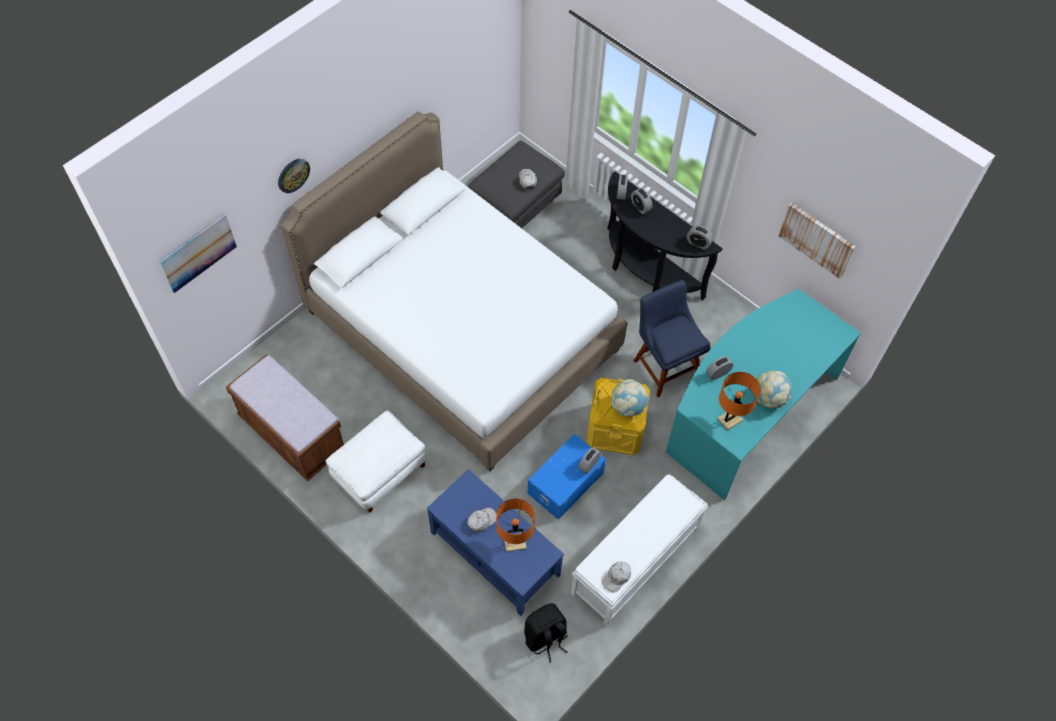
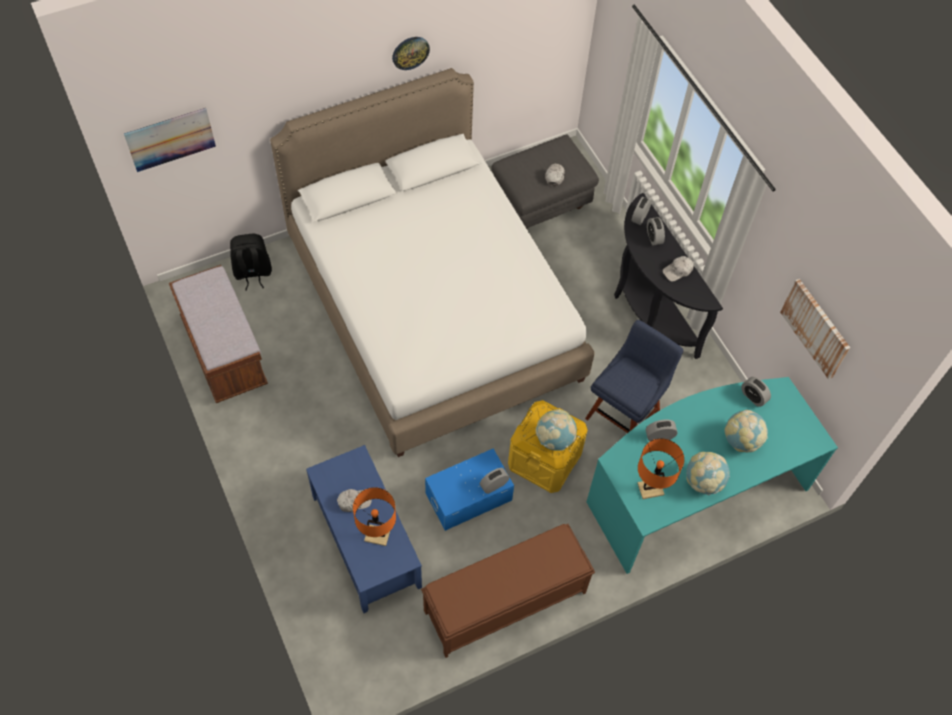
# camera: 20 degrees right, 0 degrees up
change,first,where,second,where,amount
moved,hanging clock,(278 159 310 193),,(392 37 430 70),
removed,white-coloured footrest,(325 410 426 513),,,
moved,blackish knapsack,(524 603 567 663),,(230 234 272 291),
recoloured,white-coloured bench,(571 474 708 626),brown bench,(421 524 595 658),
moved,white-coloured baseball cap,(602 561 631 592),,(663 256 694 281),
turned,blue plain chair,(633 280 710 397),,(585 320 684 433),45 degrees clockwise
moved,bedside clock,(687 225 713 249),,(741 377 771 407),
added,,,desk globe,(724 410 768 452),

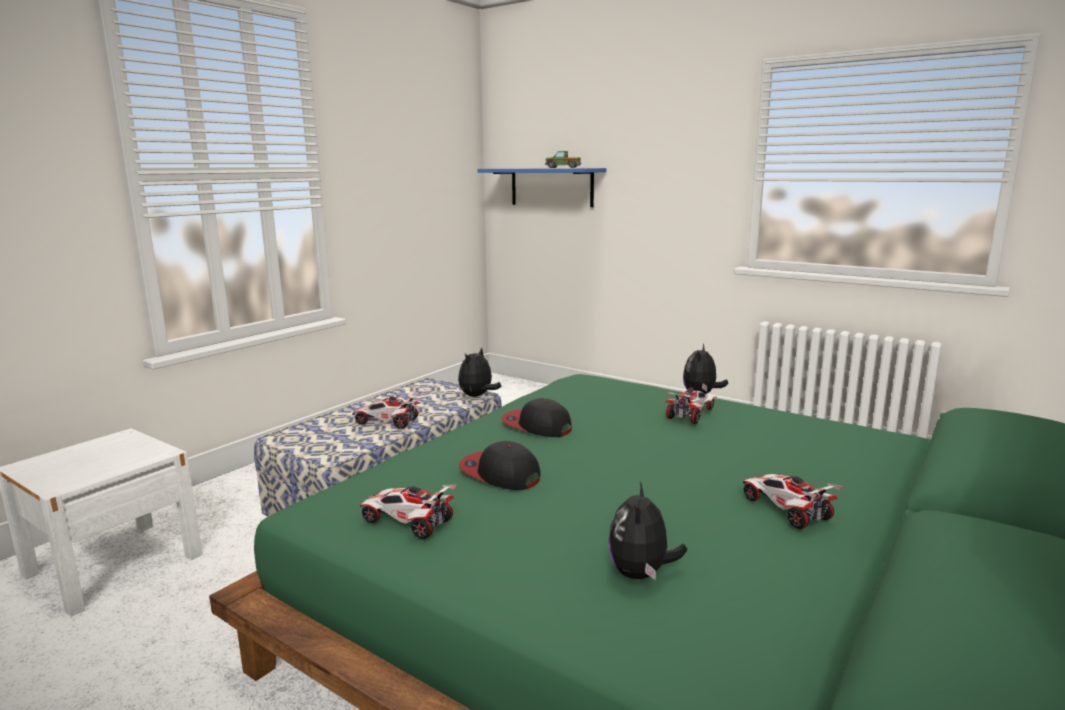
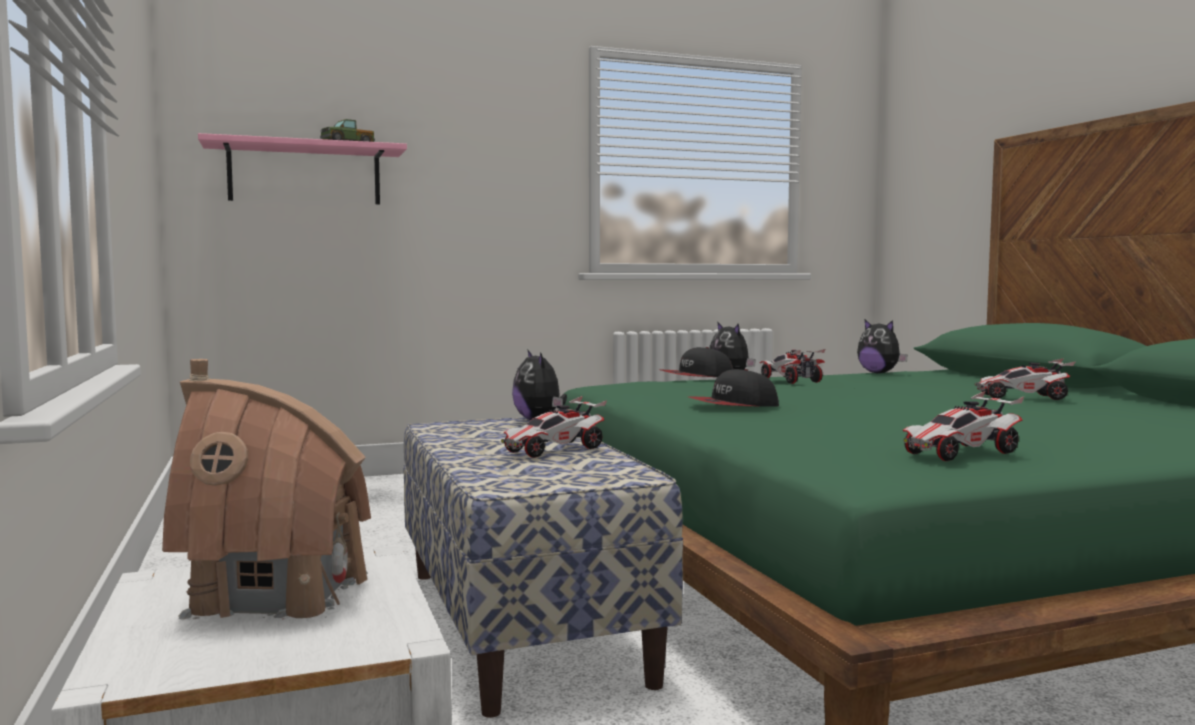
# camera: 55 degrees left, 10 degrees down
change,first,where,second,where,amount
moved,baseball cap,(459 441 541 490),,(661 347 733 377),
recoloured,blue wall shelf,(478 168 607 207),pinkish wall shelf,(198 133 407 205),
moved,plush toy,(608 482 687 580),,(857 320 907 374),
added,,,model house,(162 359 371 619),

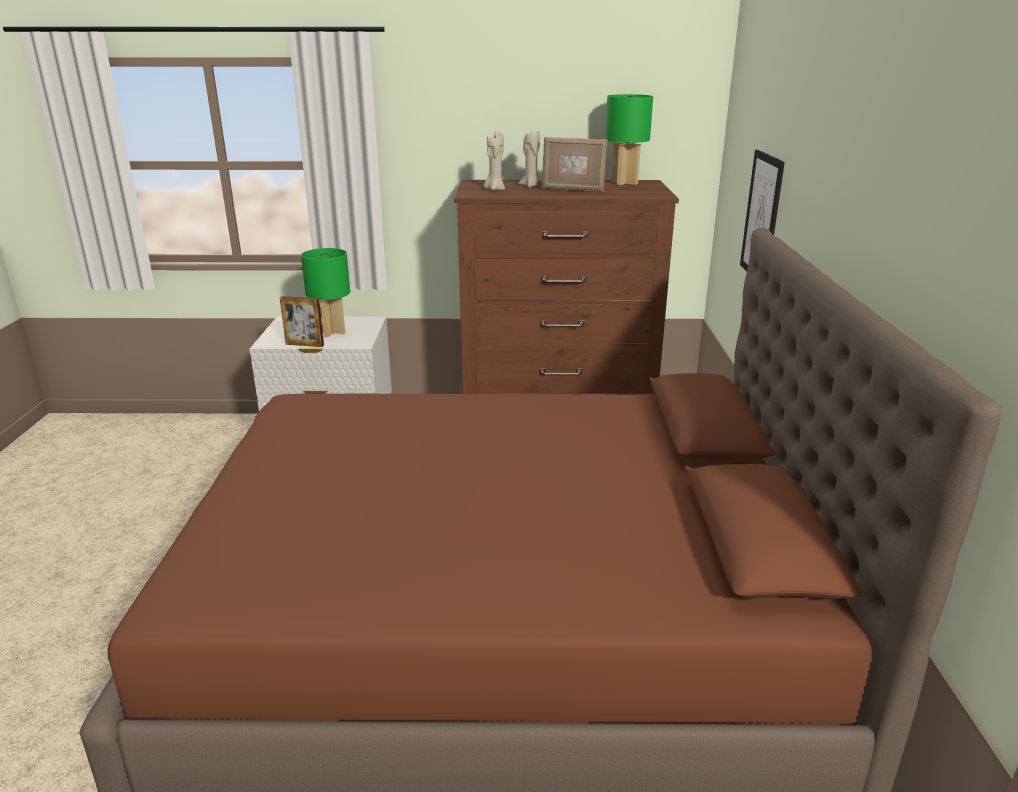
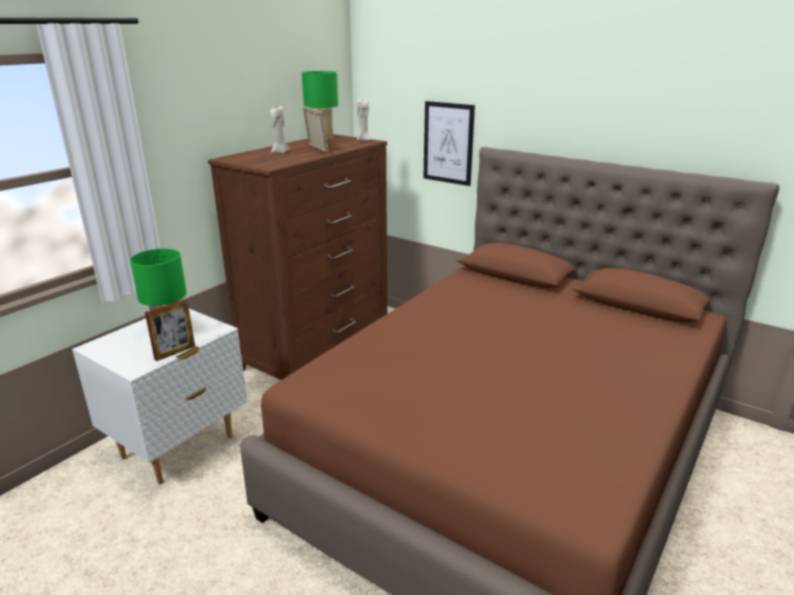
# camera: 55 degrees left, 0 degrees up
change,first,where,second,where,amount
moved,sand-coloured candle,(484 132 505 190),,(357 98 370 141),
turned,standing frame,(542 137 607 192),,(303 106 329 153),75 degrees counterclockwise

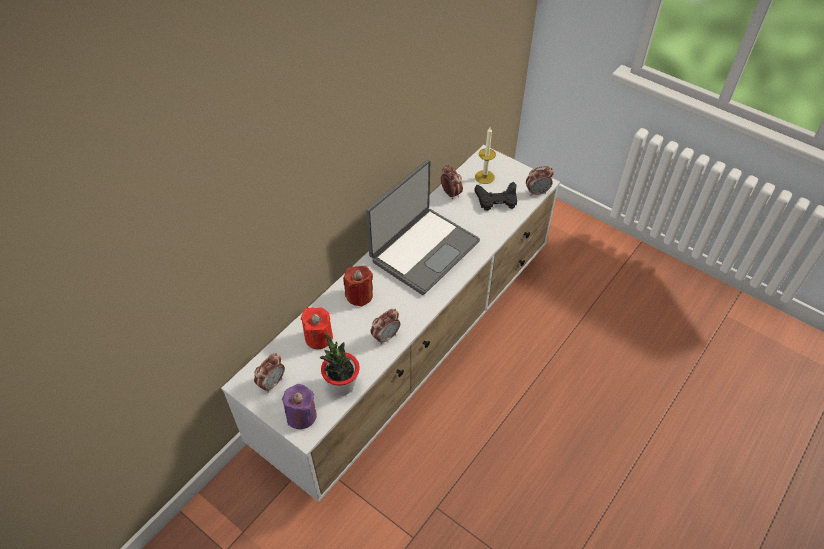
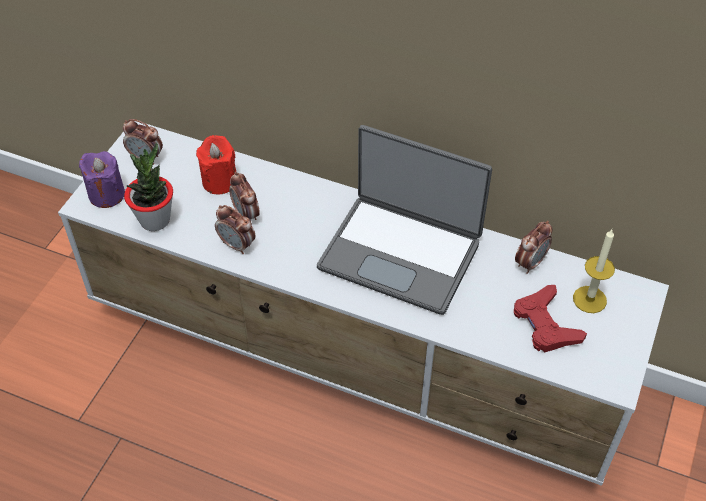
# camera: 75 degrees right, 0 degrees up
change,first,where,second,where,amount
removed,reddish candle,(343 265 373 307),,,
recoloured,blackish joypad,(474 182 517 211),reddish joypad,(514 285 587 352),
moved,bedside clock,(526 166 554 196),,(229 172 260 220),

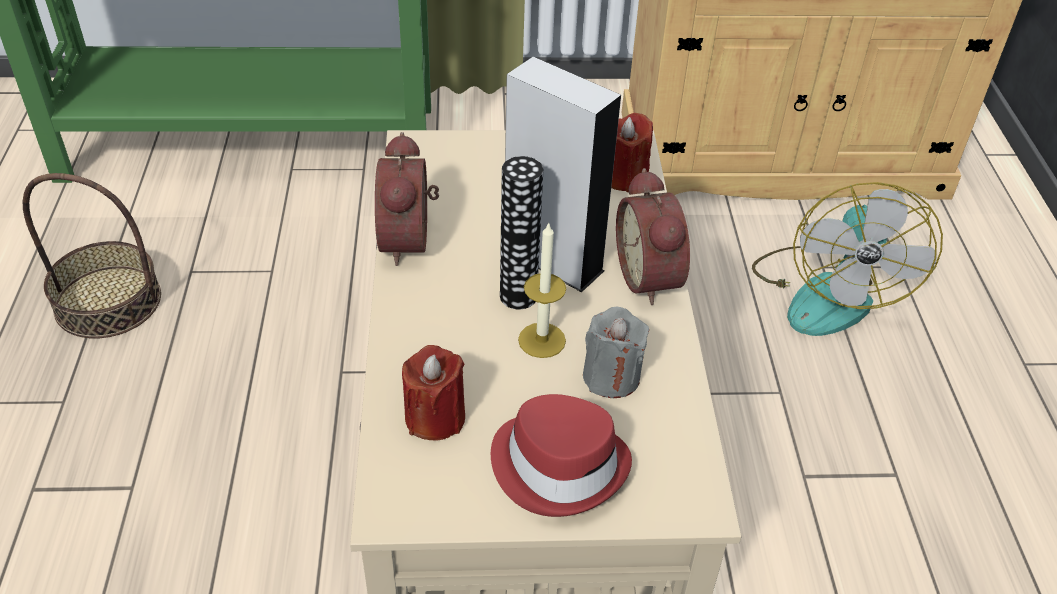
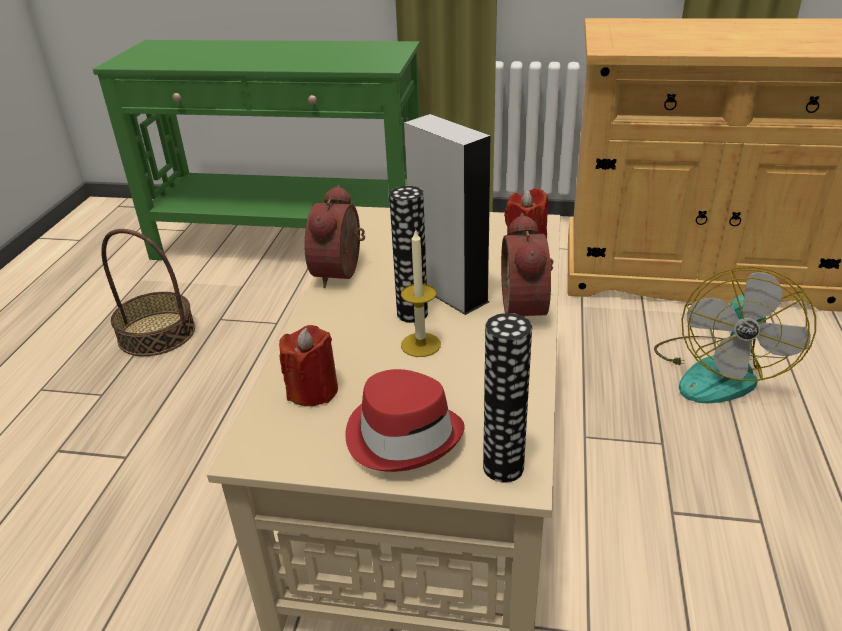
# camera: 15 degrees right, 10 degrees down
change,first,where,second,where,amount
removed,gray candle,(583 307 649 398),,,
added,,,decorative vase,(483 313 532 483),

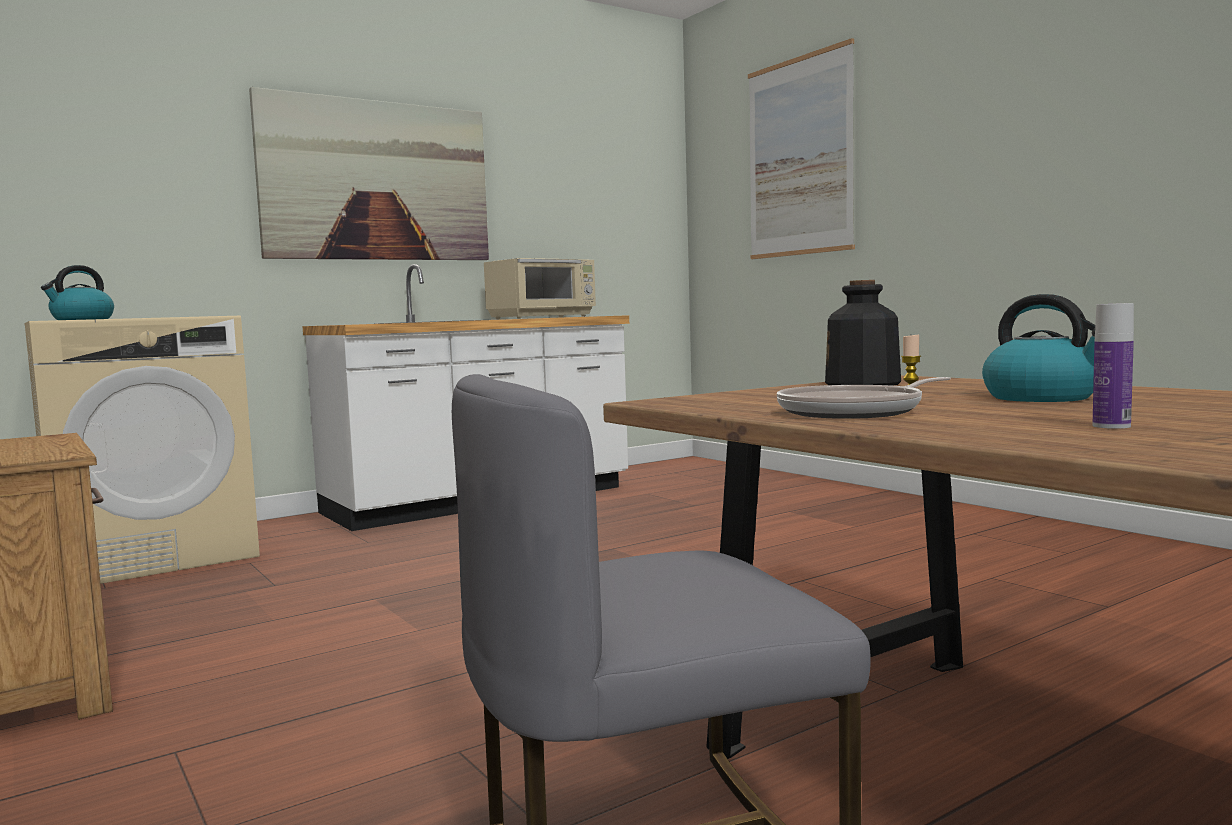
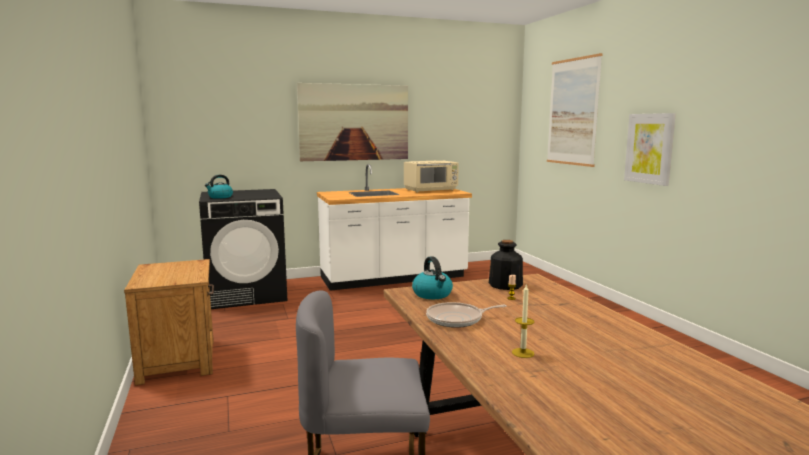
# camera: 15 degrees right, 5 degrees up
change,first,where,second,where,amount
recoloured,sand-coloured laundry appliance,(24 316 260 584),blackish laundry appliance,(199 189 287 309),
moved,tea kettle,(982 294 1095 402),,(412 256 453 299),
replaced,bottle,(1093 303 1134 429),candle,(512 285 535 358),
added,,,wall art,(624 113 676 186),

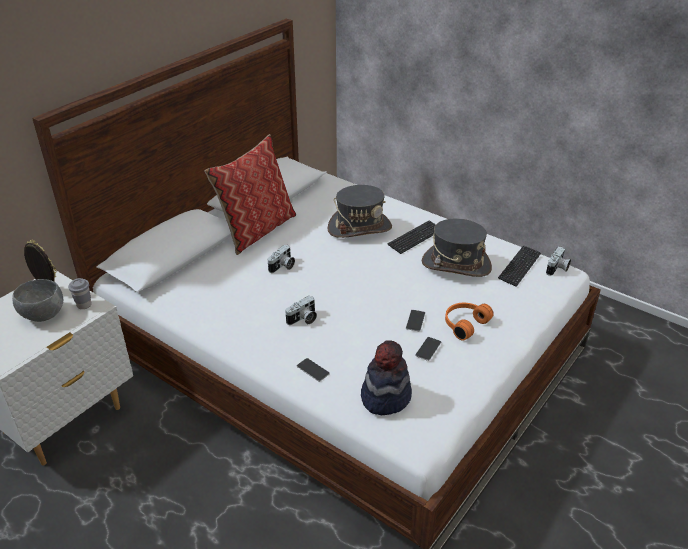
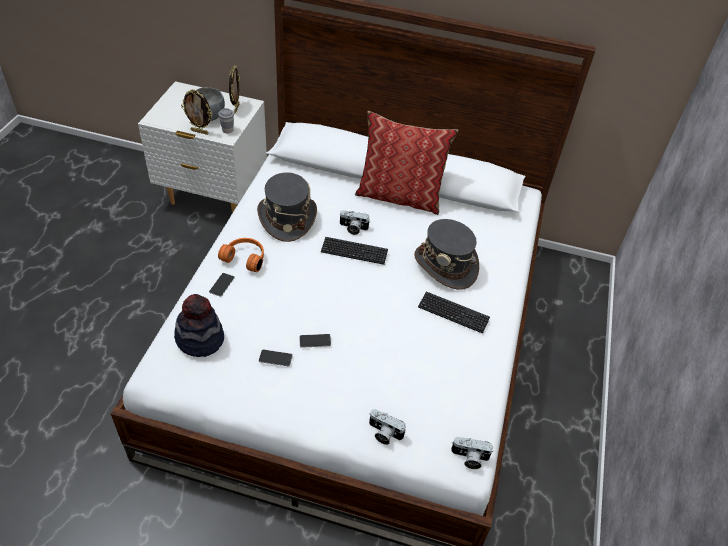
# camera: 65 degrees right, 10 degrees up
change,first,where,second,where,amount
moved,still camera,(285 296 317 325),,(369 409 406 445),
moved,gray clothing hat,(422 219 492 277),,(257 172 317 242),
moved,orange headphones,(445 303 494 340),,(218 238 264 272),
moved,PC keyboard,(498 246 541 287),,(321 237 388 265),
added,,,standing frame,(181 89 212 135),

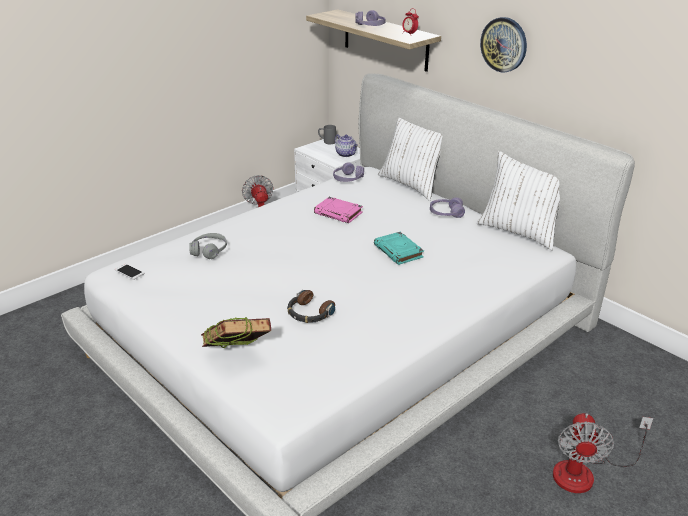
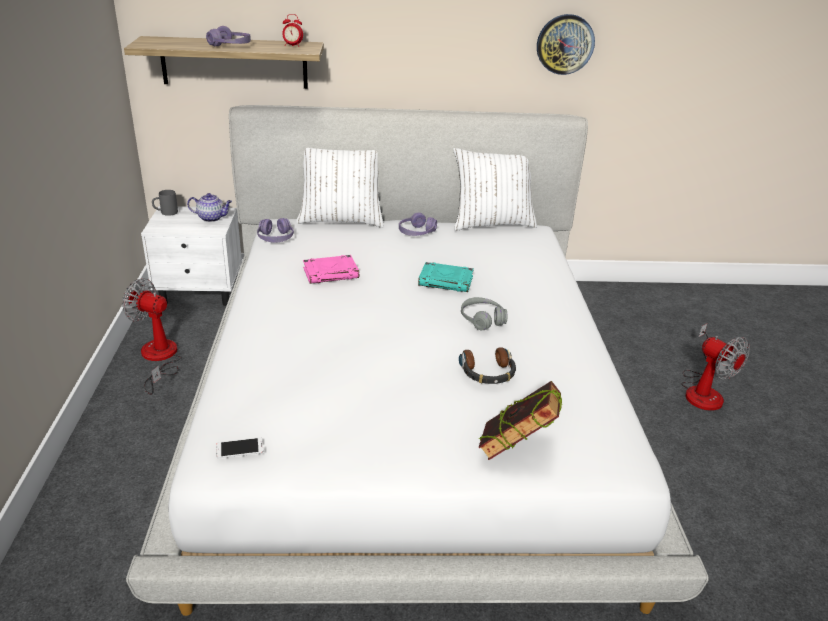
# camera: 50 degrees left, 0 degrees up
change,first,where,second,where,amount
moved,gray headphones,(189 233 227 259),,(461 297 507 330),
moved,hanging clock,(480 17 527 72),,(537 14 595 75),

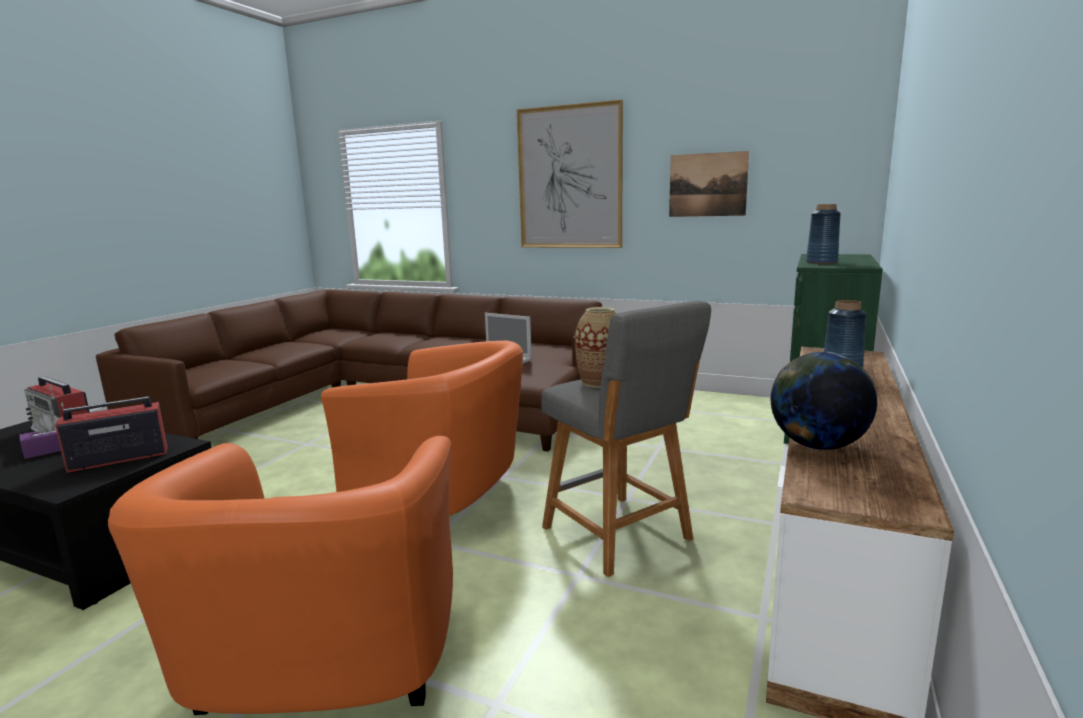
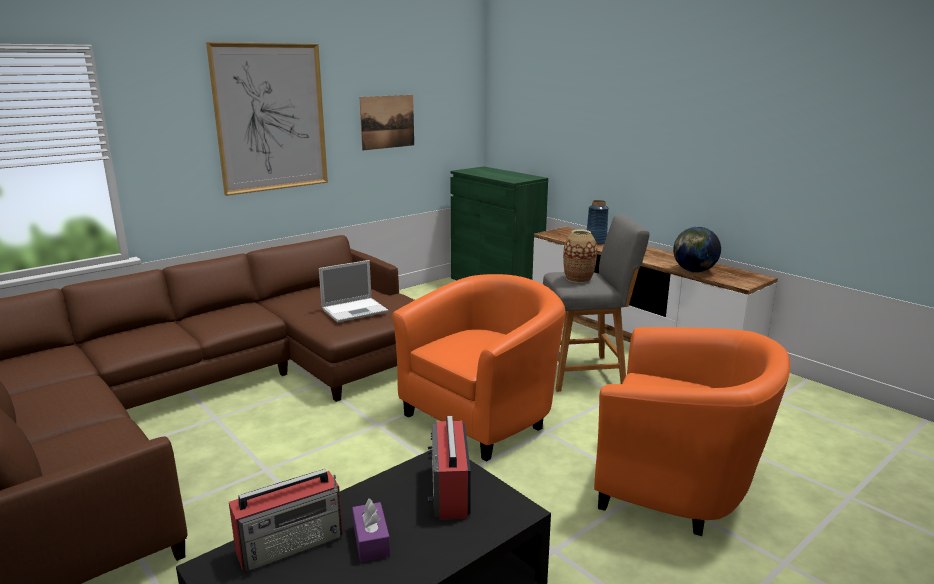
# camera: 65 degrees left, 5 degrees up
change,first,where,second,where,amount
removed,blue decorative vase,(806 204 841 264),,,

